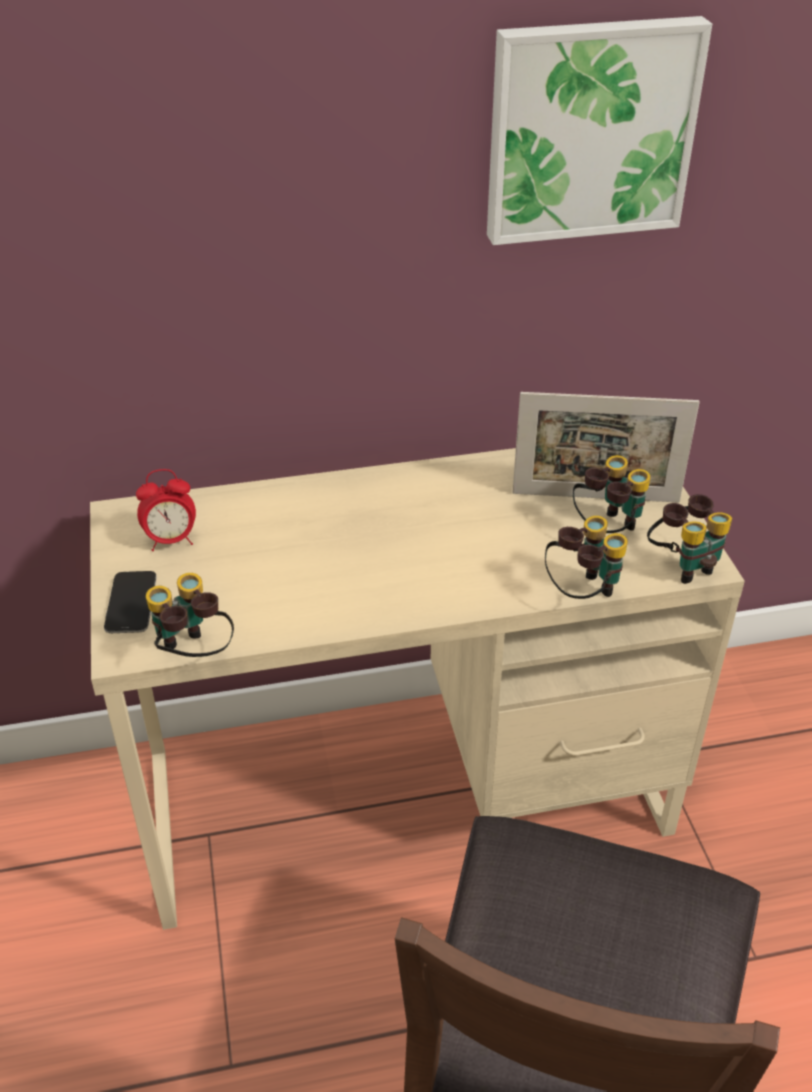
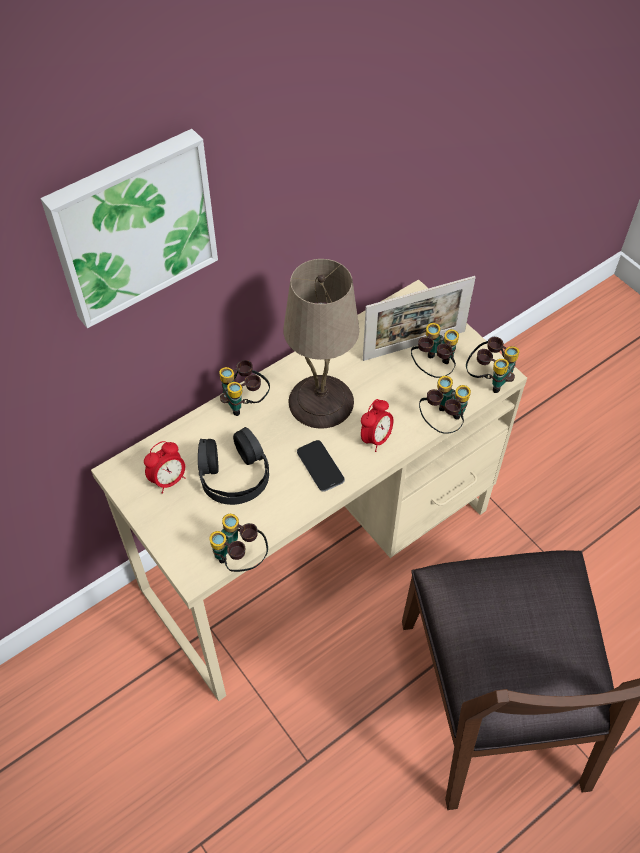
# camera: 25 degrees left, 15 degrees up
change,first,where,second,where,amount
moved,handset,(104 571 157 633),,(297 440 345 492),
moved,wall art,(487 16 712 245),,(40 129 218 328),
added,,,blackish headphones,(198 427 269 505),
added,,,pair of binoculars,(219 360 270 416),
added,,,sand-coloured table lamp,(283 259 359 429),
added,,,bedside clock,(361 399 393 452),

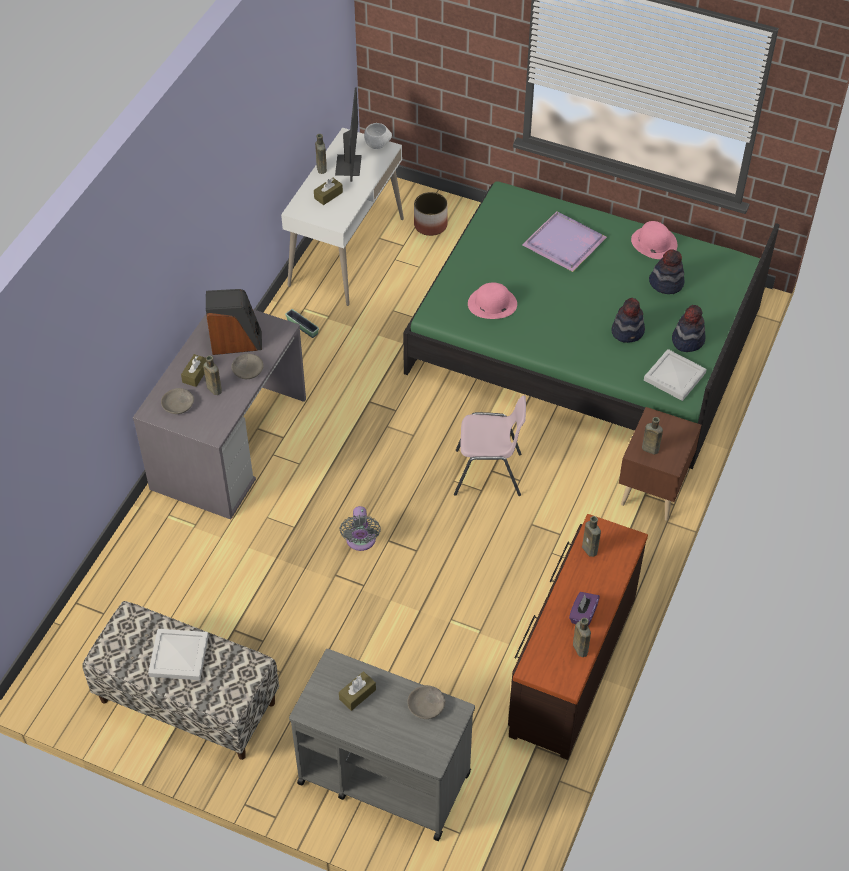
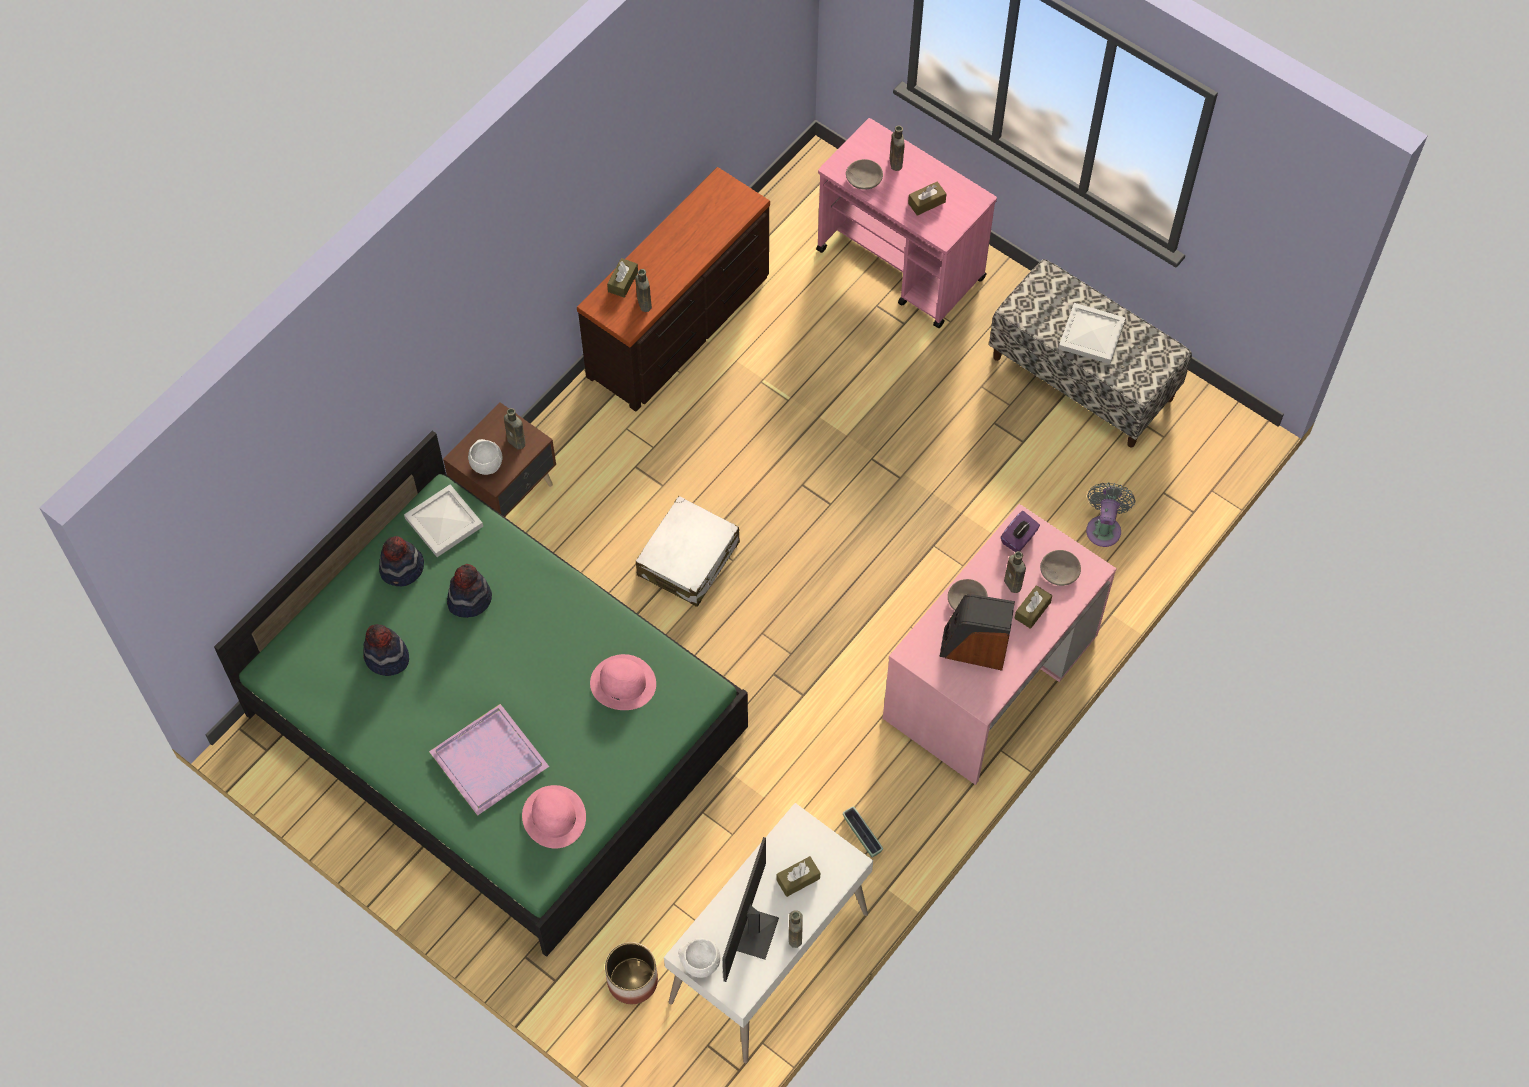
# camera: 165 degrees left, 10 degrees up
change,first,where,second,where,amount
recoloured,gray desk unit,(133 309 306 519),pinkish desk unit,(883 504 1117 785),
recoloured,gray wheeled cart,(289 649 475 841),pinkish wheeled cart,(816 118 997 328),
moved,gray cooling fan,(339 506 381 551),,(1086 482 1135 547),
replaced,pinkish plain chair,(454 395 526 496),white-coloured suitcase,(636 496 740 607),
moved,purplish tissue holder,(569 592 600 626),,(1001 511 1040 552),
moved,brown bottle,(573 618 591 657),,(889 125 905 171),
moved,pinkish clothing hat,(631 221 677 259),,(522 785 586 849),
added,,,white-coloured serving bowl,(468 439 503 475),
added,,,brown tissue holder,(607 258 638 298),

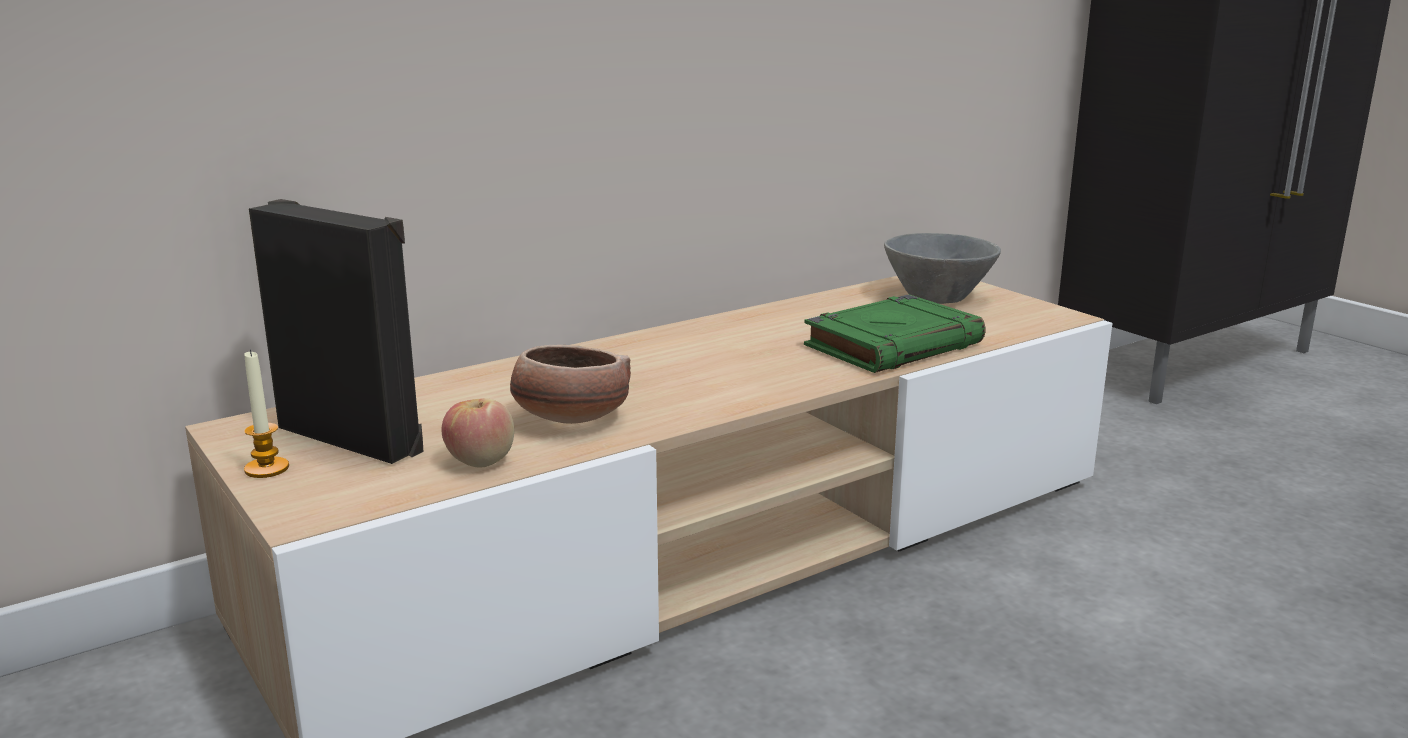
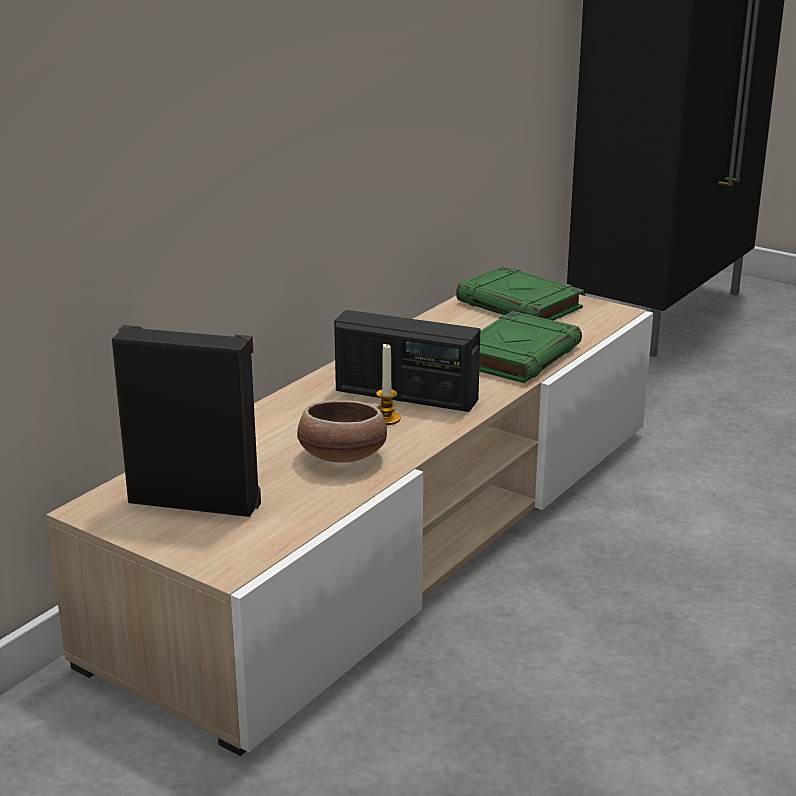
# camera: 20 degrees left, 5 degrees up
change,first,where,second,where,amount
moved,candle,(244 349 289 478),,(376 343 401 425),
removed,whole apple,(442 398 514 468),,,
replaced,gray serving bowl,(884 233 1001 304),greenish bound book,(456 266 584 321),
added,,,radio set,(334 310 480 412),

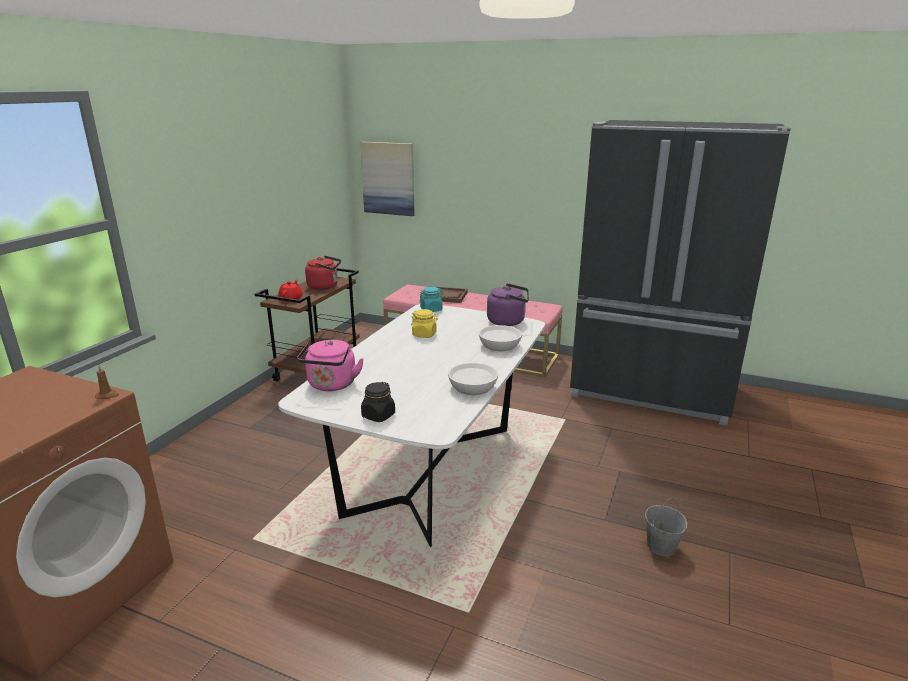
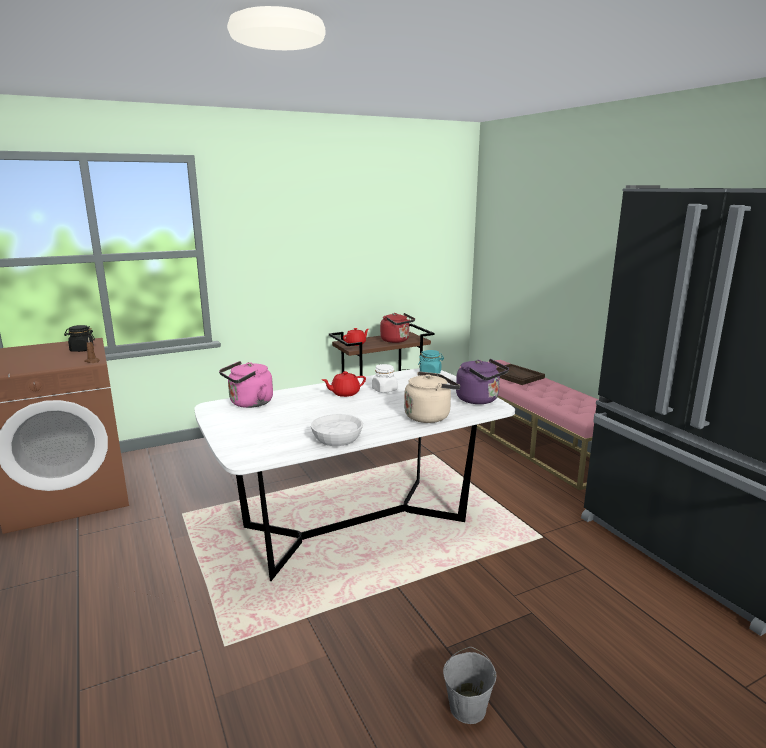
# camera: 40 degrees right, 5 degrees down
change,first,where,second,where,amount
removed,wall art,(360 142 415 216),,,
moved,blackish storage jar,(361 382 395 422),,(64 325 95 352),
recoloured,yellowish storage jar,(411 309 438 338),white-coloured storage jar,(372 364 398 393),
replaced,white-coloured serving bowl,(479 325 522 351),sand-coloured tea kettle,(404 372 460 423),
added,,,reddish tea pot,(322 371 366 397),

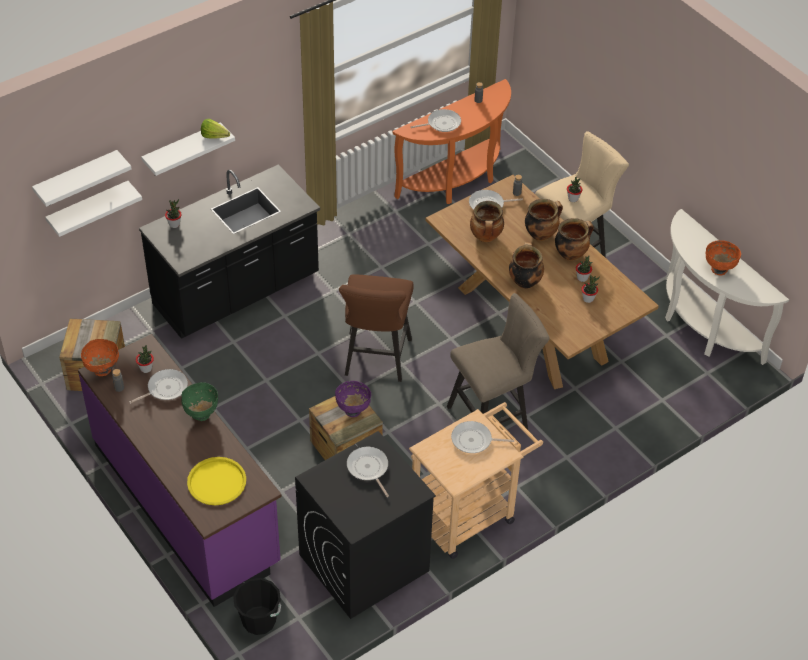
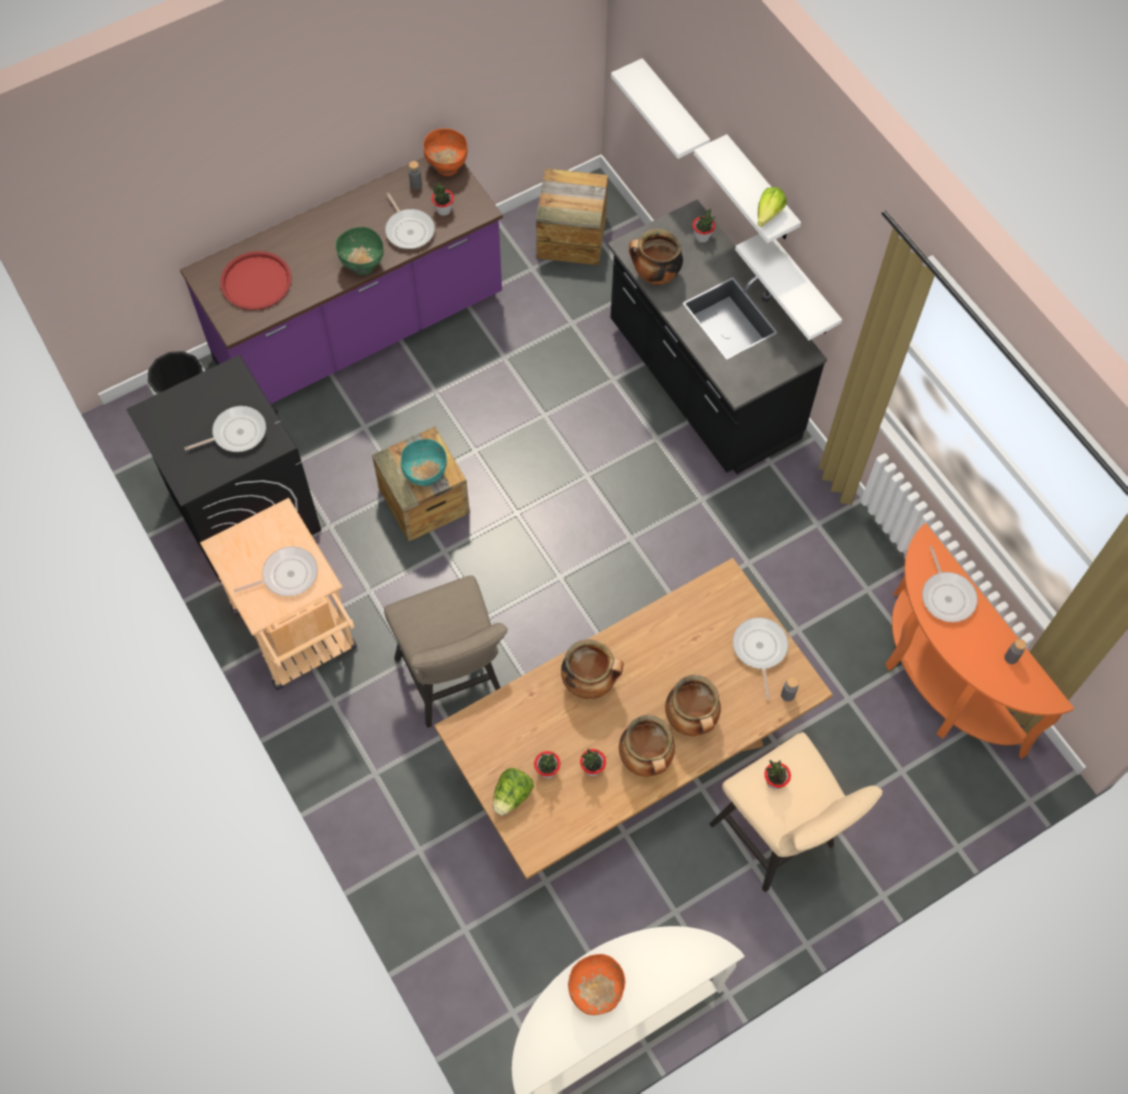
# camera: 95 degrees right, 15 degrees up
change,first,where,second,where,amount
moved,white-coloured wall shelf,(32 150 132 207),,(735 234 842 340),
recoloured,yellowish serving tray,(187 457 246 505),reddish serving tray,(220 251 292 310),
recoloured,purplish serving bowl,(335 381 371 417),turquoise-coloured serving bowl,(401 439 447 486),
removed,brown sitting stool,(339 274 414 382),,,
turned,frying pan,(451 421 514 453),,(234 547 318 596),60 degrees clockwise
moved,stockpot,(470 201 504 242),,(629 229 683 285),
added,,,lettuce head,(493 768 534 815),

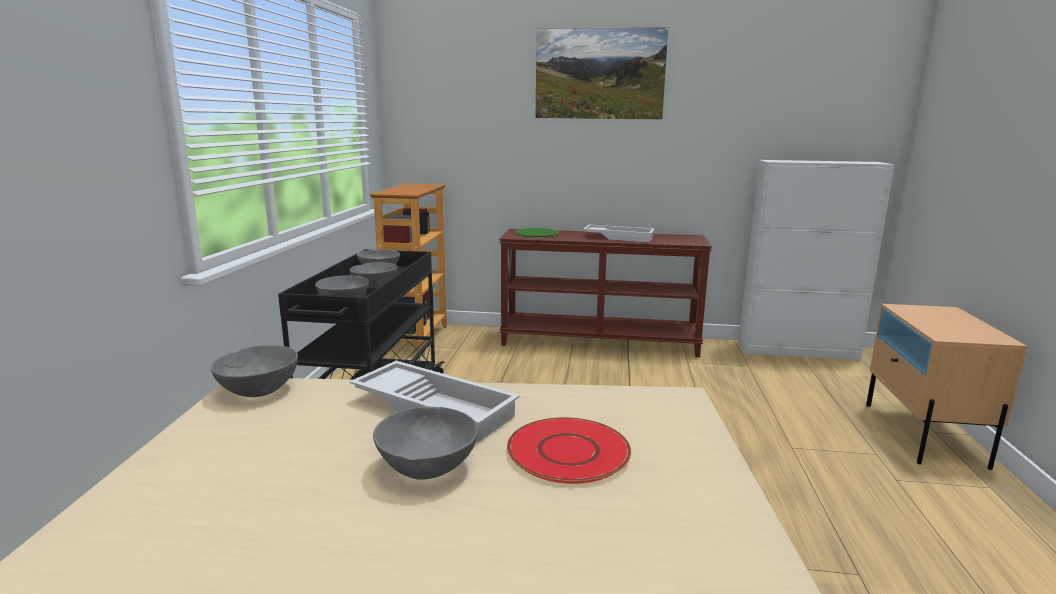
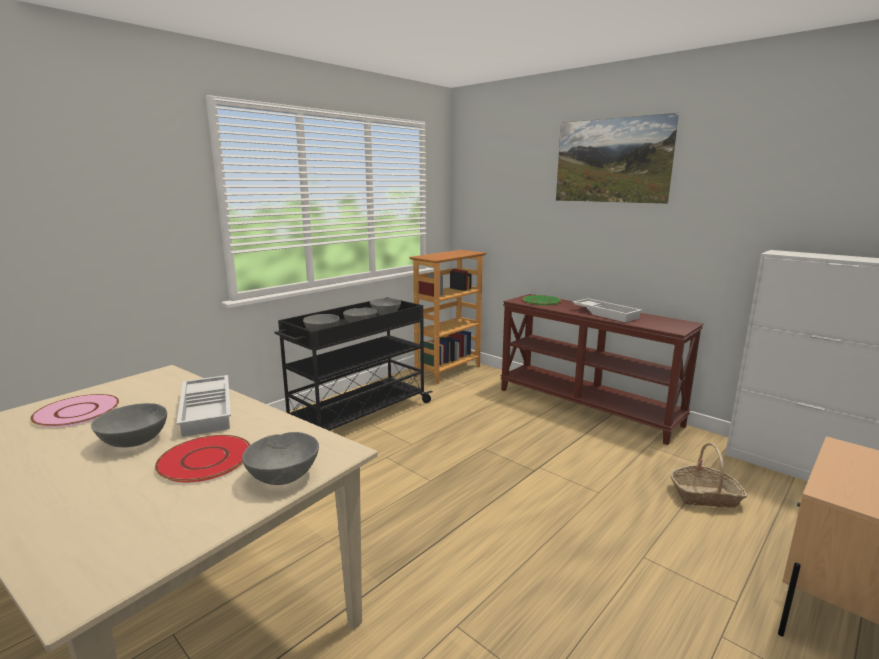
# camera: 35 degrees right, 0 degrees up
change,first,where,second,where,amount
moved,gray serving bowl,(211 345 298 397),,(242 432 319 485),
added,,,pinkish dinner plate,(30 394 119 427),
added,,,storage basket,(670 443 747 508),

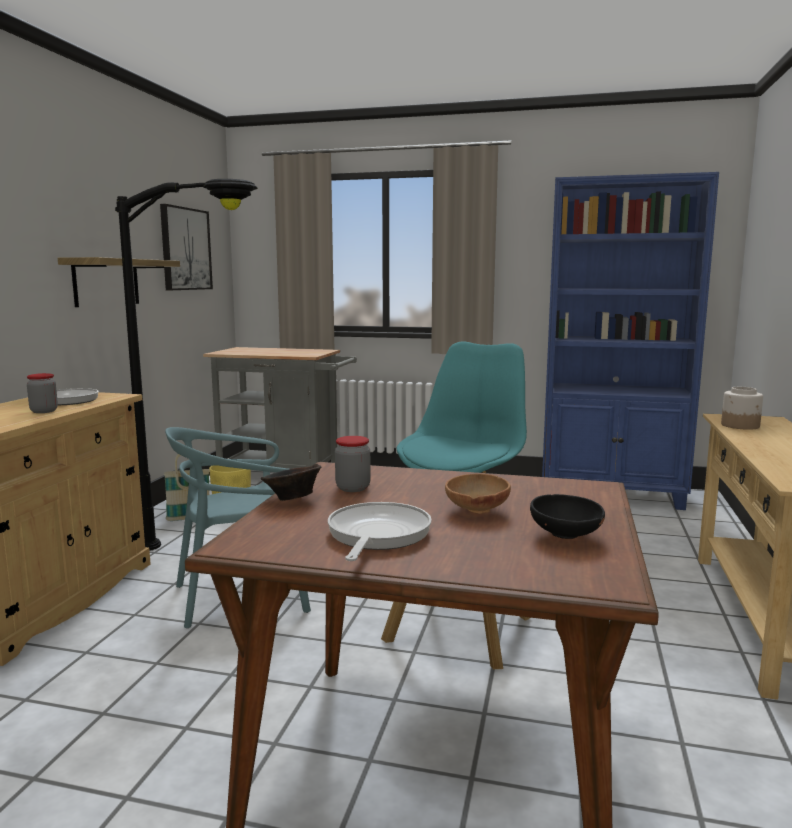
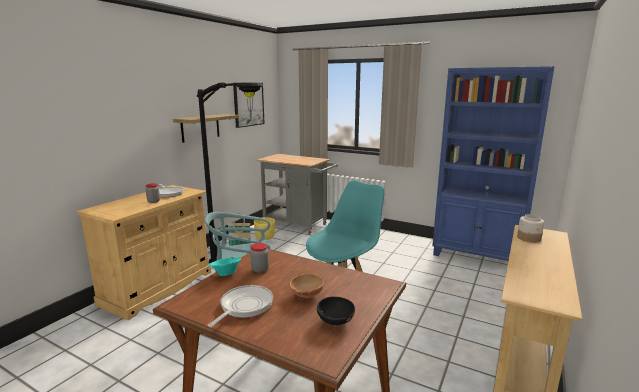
# camera: 15 degrees right, 5 degrees up
change,first,where,second,where,amount
recoloured,brown serving bowl,(261 464 321 501),turquoise-coloured serving bowl,(209 257 241 276),

